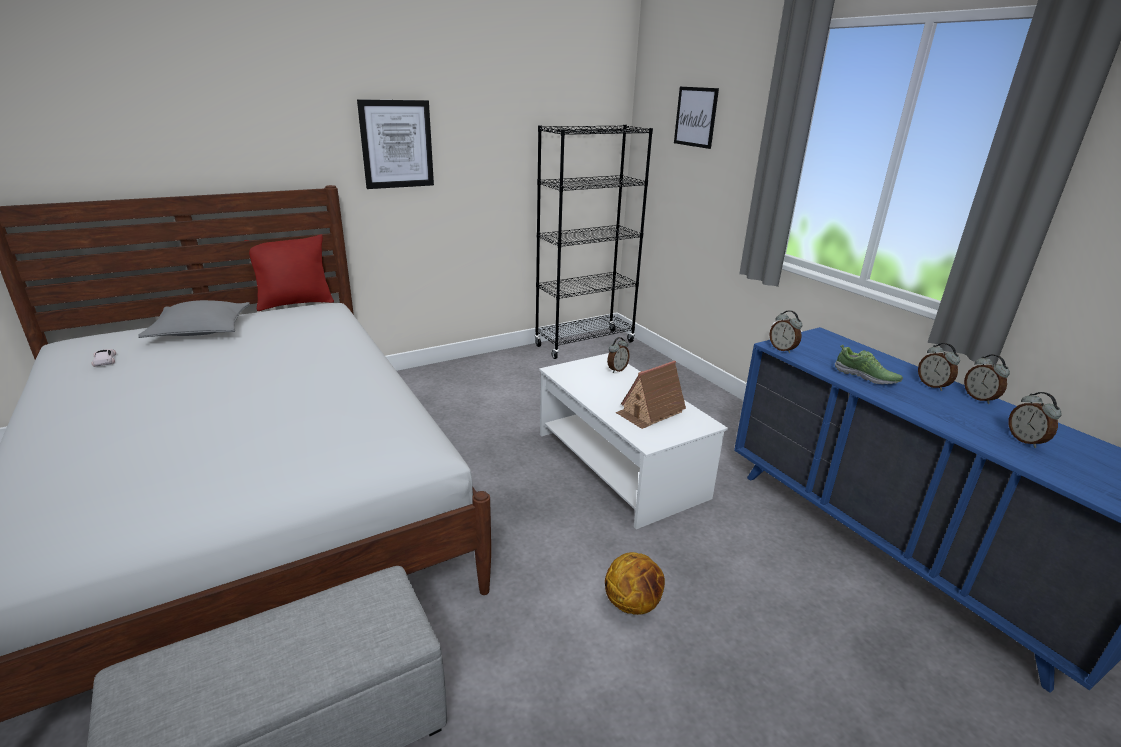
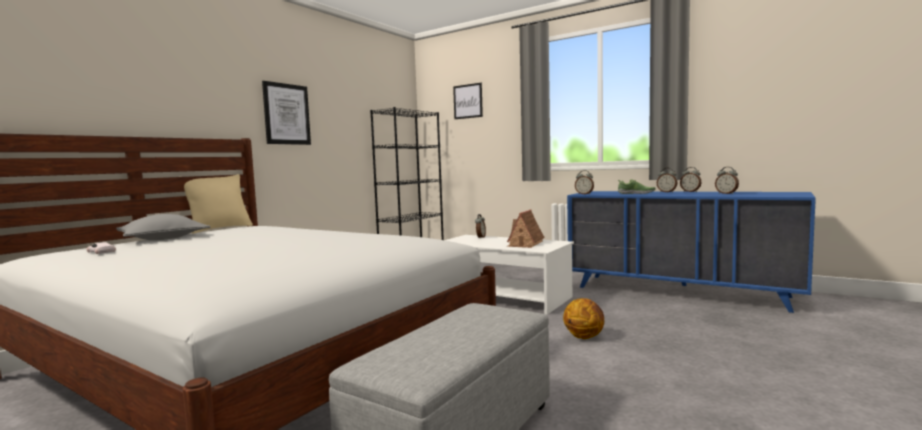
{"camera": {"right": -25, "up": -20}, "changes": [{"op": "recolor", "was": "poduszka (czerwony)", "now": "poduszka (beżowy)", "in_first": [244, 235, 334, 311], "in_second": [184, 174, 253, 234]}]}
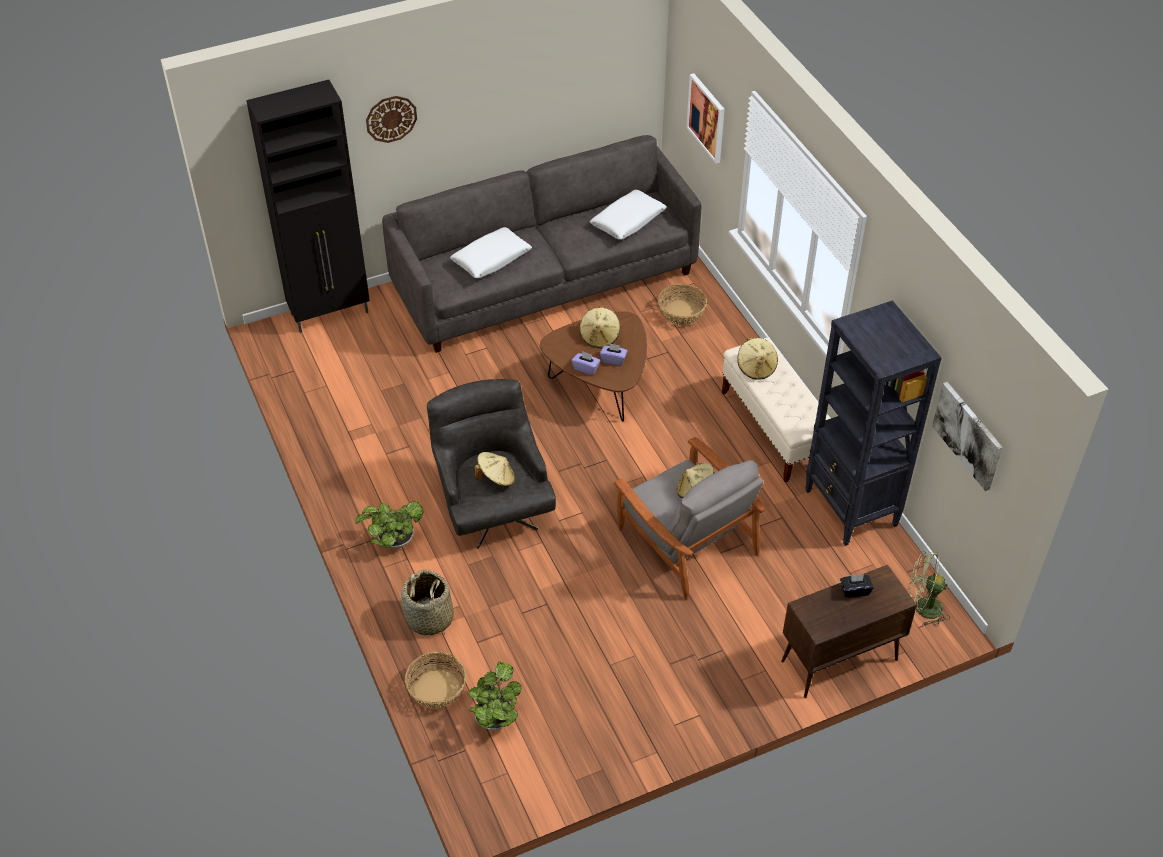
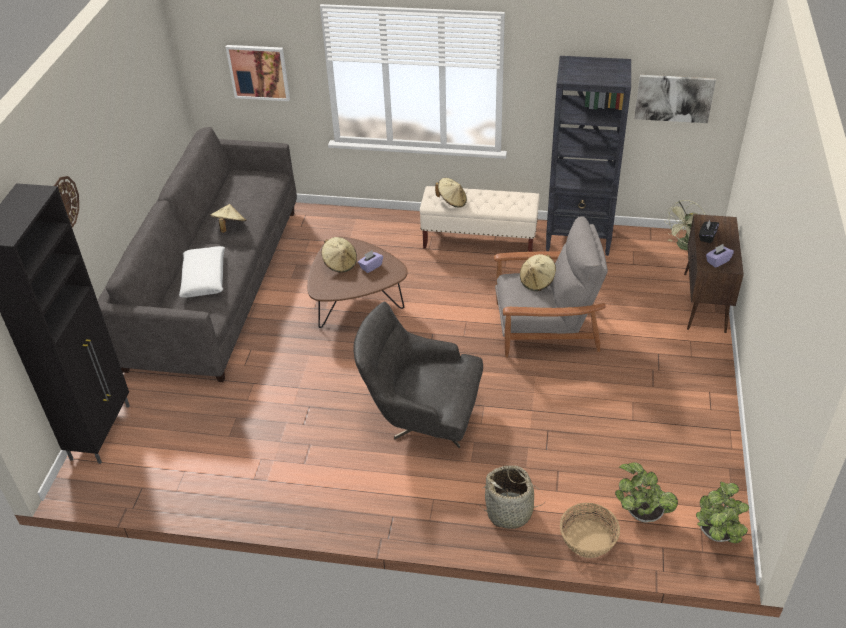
{"camera": {"right": -55, "up": -5}, "changes": [{"op": "move", "was": "kapelusz (beżowy)", "in_first": [474, 452, 515, 487], "in_second": [210, 204, 247, 233]}, {"op": "move", "was": "roślina doniczkowa", "in_first": [355, 502, 423, 549], "in_second": [696, 481, 749, 543]}, {"op": "move", "was": "pudełko chusteczek (fioletowy)", "in_first": [572, 351, 600, 375], "in_second": [706, 244, 734, 268]}, {"op": "delete", "was": "poduszka (biały)", "in_first": [590, 190, 667, 240]}, {"op": "delete", "was": "koszyk", "in_first": [658, 284, 707, 326]}]}
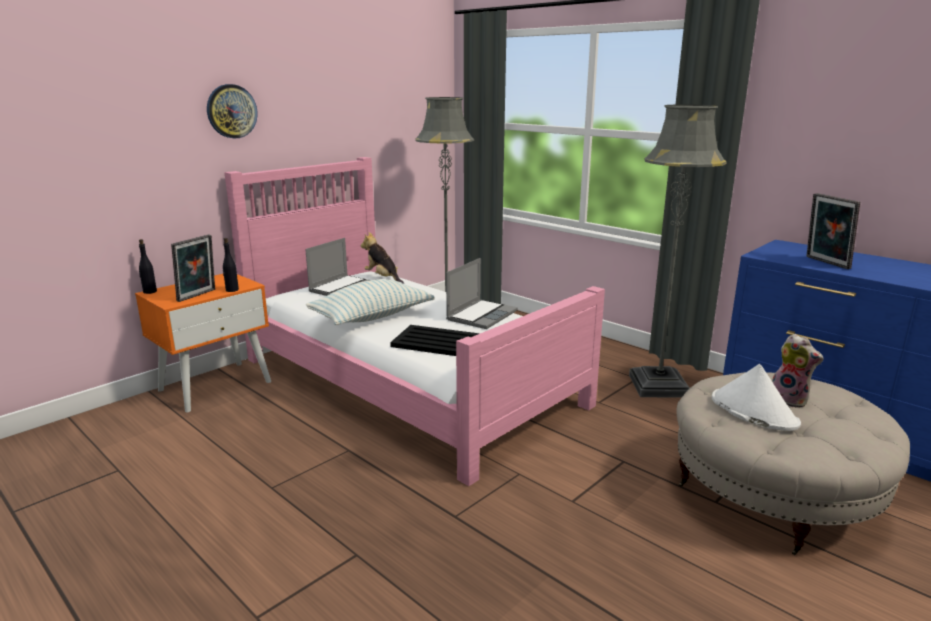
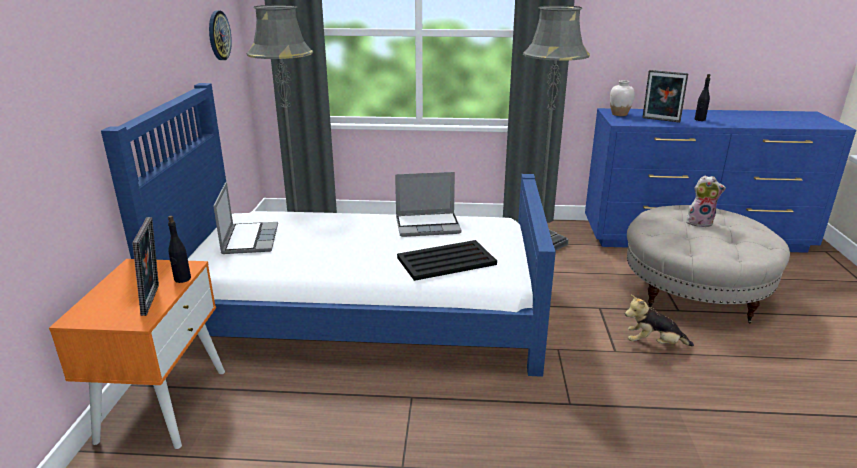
{"camera": {"right": -40, "up": 5}, "changes": [{"op": "recolor", "was": "łóżko (różowy)", "now": "łóżko (niebieski)", "in_first": [224, 157, 605, 486], "in_second": [101, 83, 556, 377]}, {"op": "move", "was": "zegar ścienny", "in_first": [207, 84, 257, 139], "in_second": [209, 10, 232, 60]}, {"op": "rotate", "was": "laptop", "in_first": [446, 258, 518, 329], "in_second": [395, 172, 462, 237], "clockwise": 90}, {"op": "insert", "now": "wazon (biały)", "in_second": [610, 80, 635, 116]}, {"op": "move", "was": "pluszak", "in_first": [361, 232, 404, 284], "in_second": [625, 294, 694, 346]}, {"op": "move", "was": "butelka (czarny)", "in_first": [139, 239, 157, 294], "in_second": [695, 74, 710, 121]}, {"op": "delete", "was": "poduszka", "in_first": [306, 279, 435, 325]}, {"op": "delete", "was": "kapelusz (biały)", "in_first": [712, 364, 801, 431]}]}
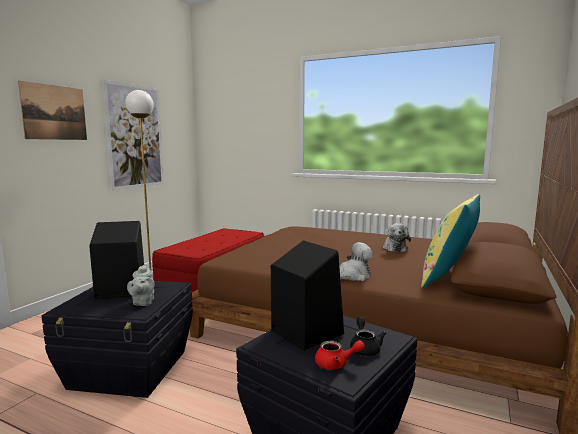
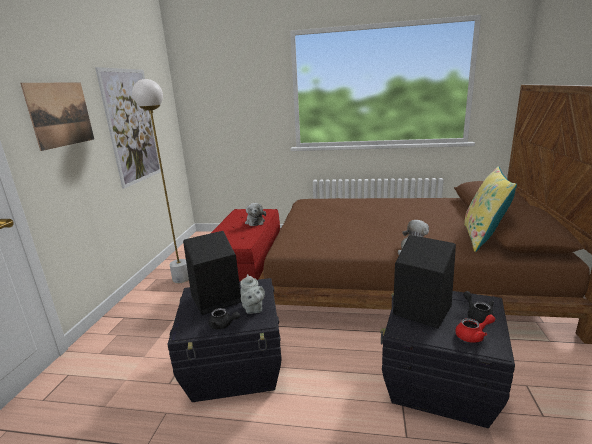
{"camera": {"right": -15, "up": 10}, "changes": [{"op": "insert", "now": "imbryk (czarny)", "in_second": [208, 308, 240, 329]}, {"op": "move", "was": "pluszak", "in_first": [383, 223, 411, 252], "in_second": [245, 203, 266, 226]}]}
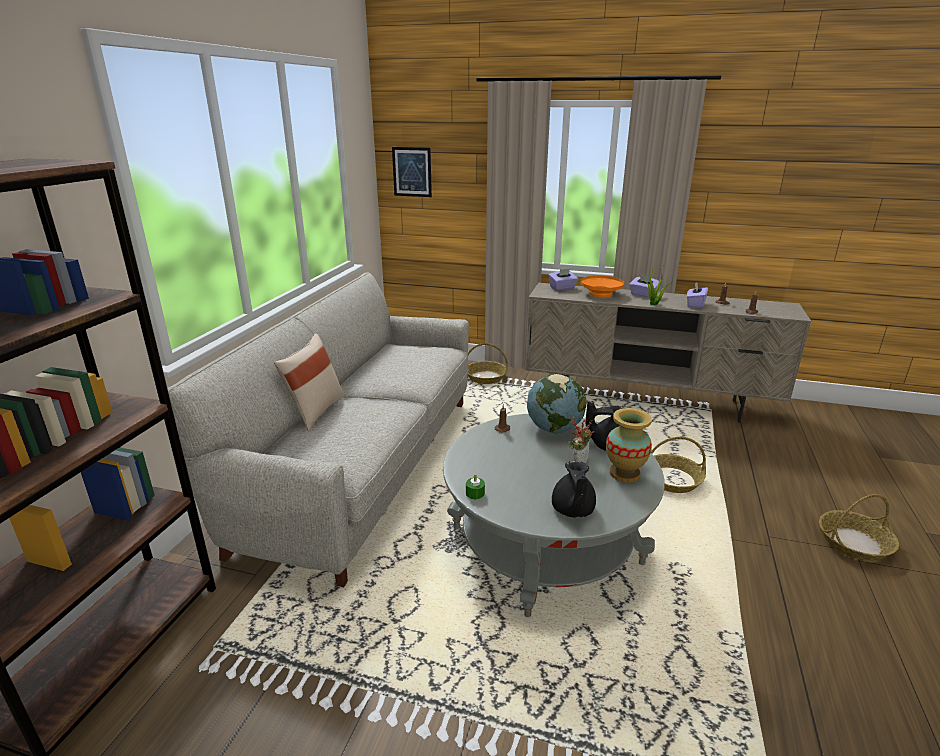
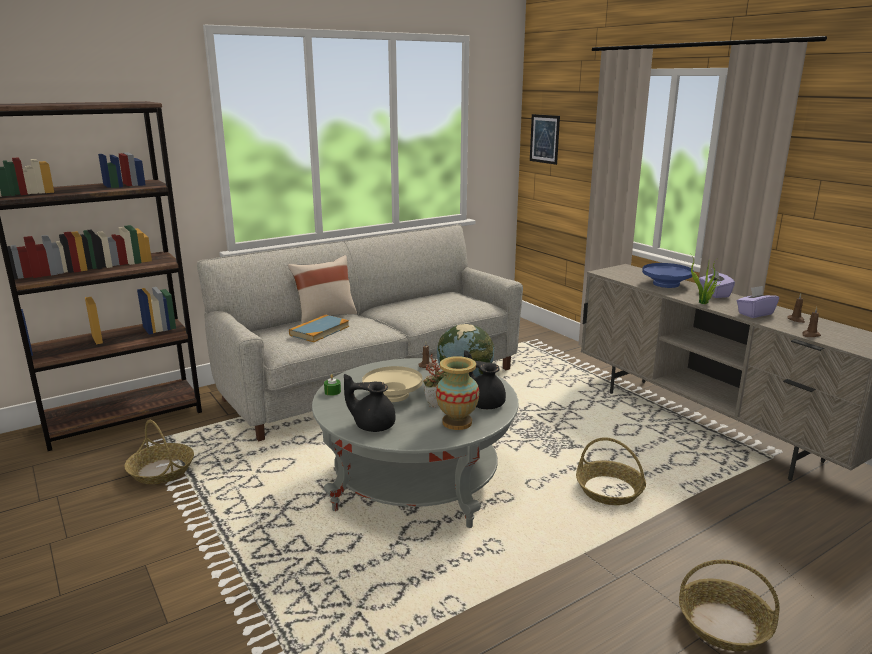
{"camera": {"right": 40, "up": -5}, "changes": [{"op": "move", "was": "koszyk", "in_first": [467, 343, 508, 384], "in_second": [124, 420, 194, 484]}, {"op": "insert", "now": "książka", "in_second": [289, 314, 349, 342]}, {"op": "rotate", "was": "imbryk (czarny)", "in_first": [552, 461, 596, 518], "in_second": [344, 374, 396, 432], "clockwise": 60}, {"op": "insert", "now": "miska (beżowy)", "in_second": [362, 366, 423, 402]}, {"op": "recolor", "was": "miska (pomarańczowy)", "now": "miska (niebieski)", "in_first": [581, 275, 624, 298], "in_second": [642, 263, 694, 288]}, {"op": "delete", "was": "pudełko chusteczek (fioletowy)", "in_first": [548, 269, 578, 290]}]}
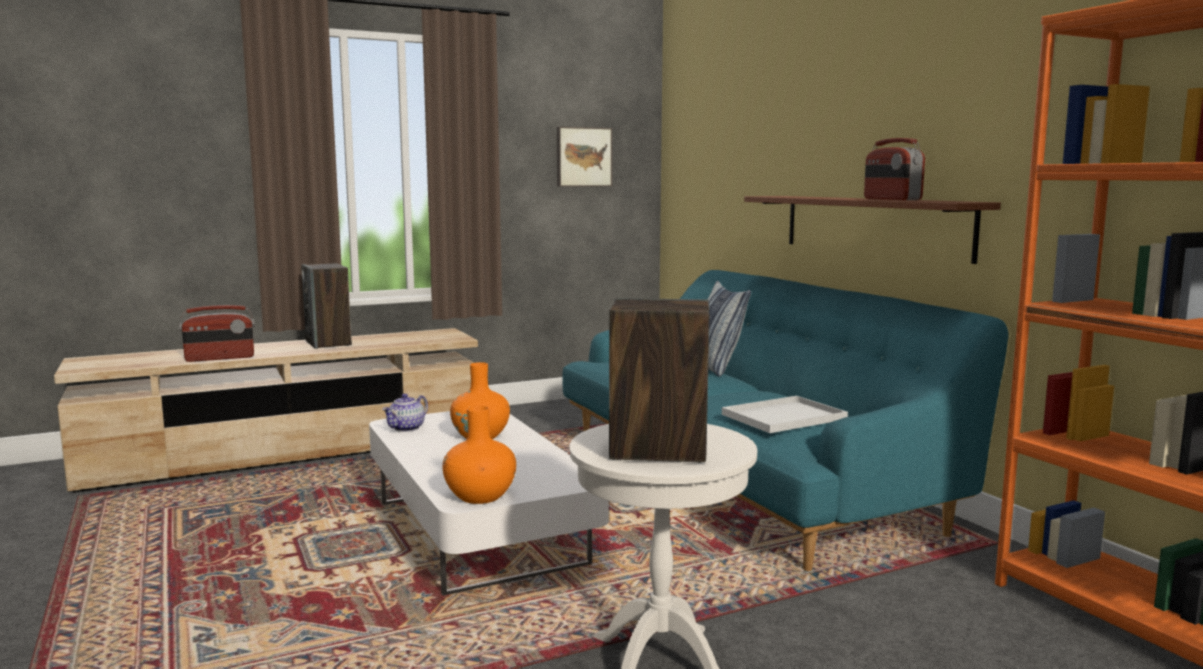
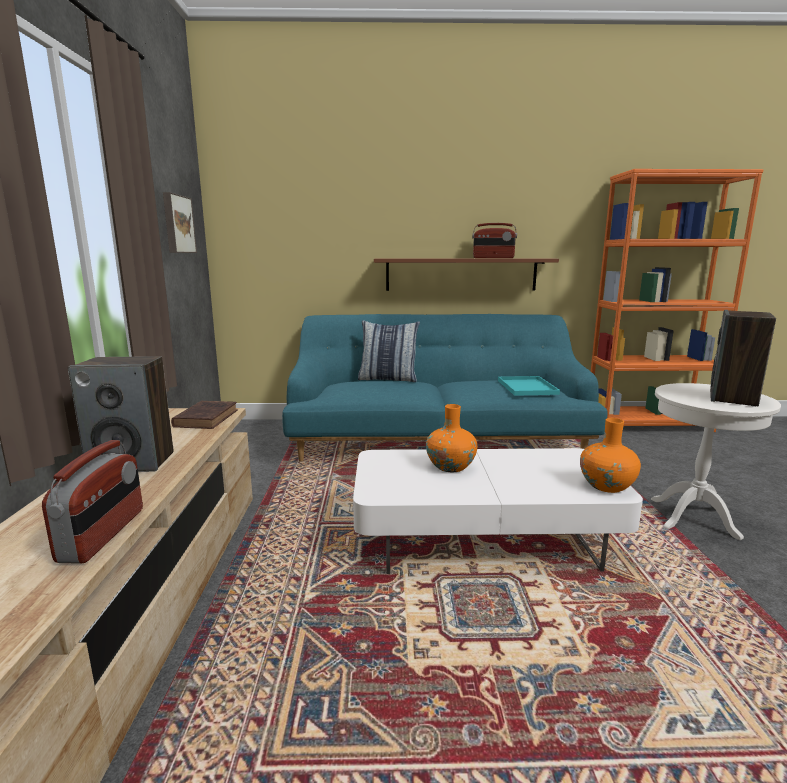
{"camera": {"right": -65, "up": 5}, "changes": [{"op": "insert", "now": "książka (brązowy)", "in_second": [171, 401, 238, 429]}, {"op": "recolor", "was": "taca (biały)", "now": "taca (turkusowy)", "in_first": [722, 396, 848, 433], "in_second": [498, 376, 560, 396]}, {"op": "delete", "was": "imbryk", "in_first": [382, 394, 428, 432]}]}
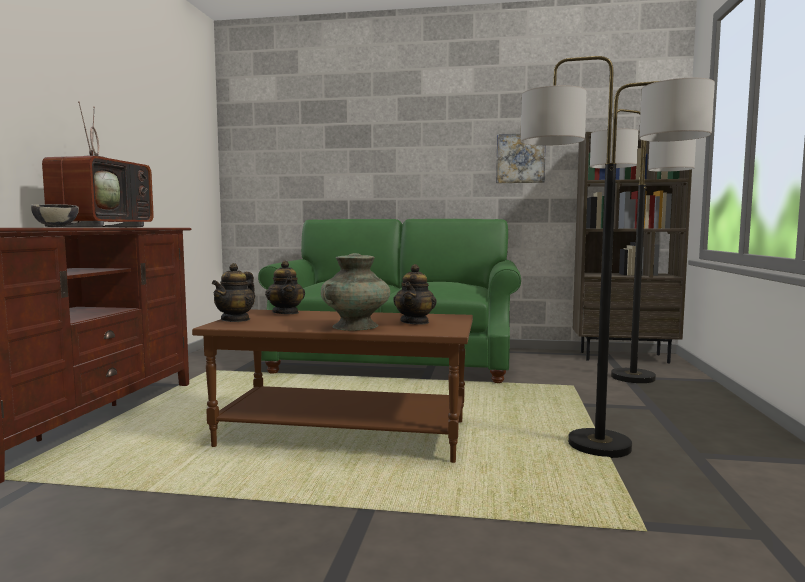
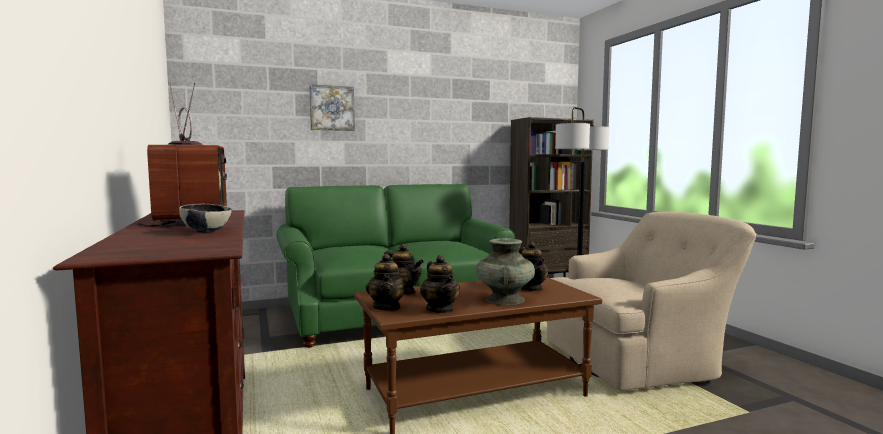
{"camera": {"right": -30, "up": 0}, "changes": [{"op": "move", "was": "obraz", "in_first": [496, 134, 546, 183], "in_second": [309, 84, 355, 131]}, {"op": "insert", "now": "imbryk", "in_second": [420, 255, 460, 313]}, {"op": "replace", "was": "lampa stojąca", "now": "fotel (beżowy)", "in_first": [521, 56, 715, 458], "in_second": [547, 211, 756, 391]}]}
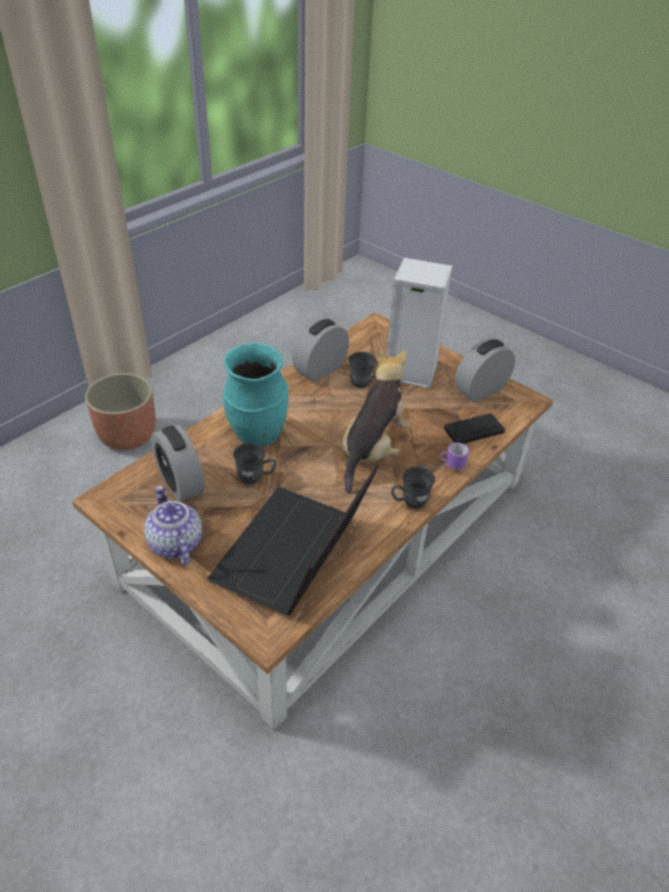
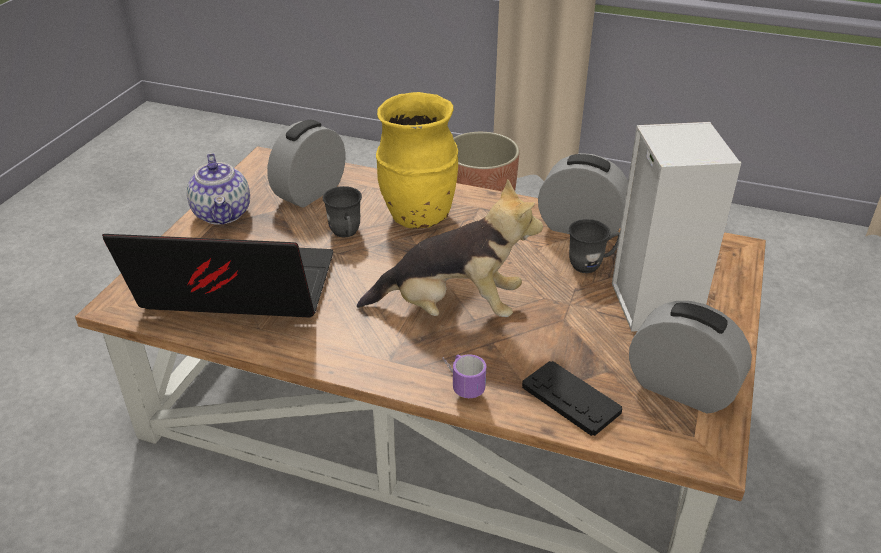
{"camera": {"right": 70, "up": -5}, "changes": [{"op": "rotate", "was": "imbryk", "in_first": [144, 485, 202, 565], "in_second": [187, 153, 250, 225], "clockwise": 120}, {"op": "recolor", "was": "wazon (turkusowy)", "now": "wazon (żółty)", "in_first": [223, 342, 288, 447], "in_second": [376, 92, 458, 228]}, {"op": "delete", "was": "kubek (szary)", "in_first": [391, 466, 435, 509]}]}
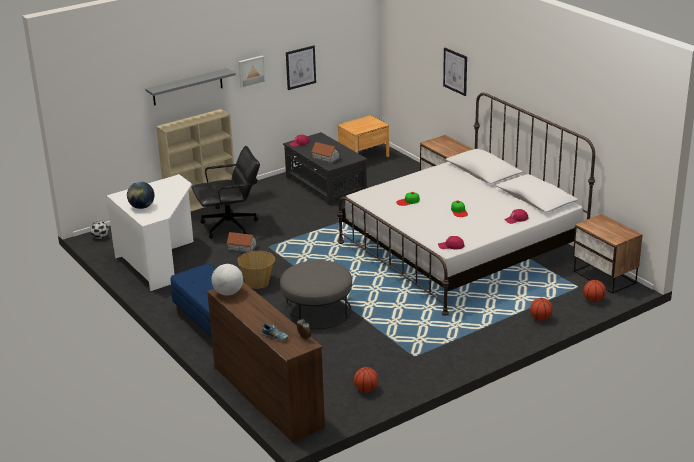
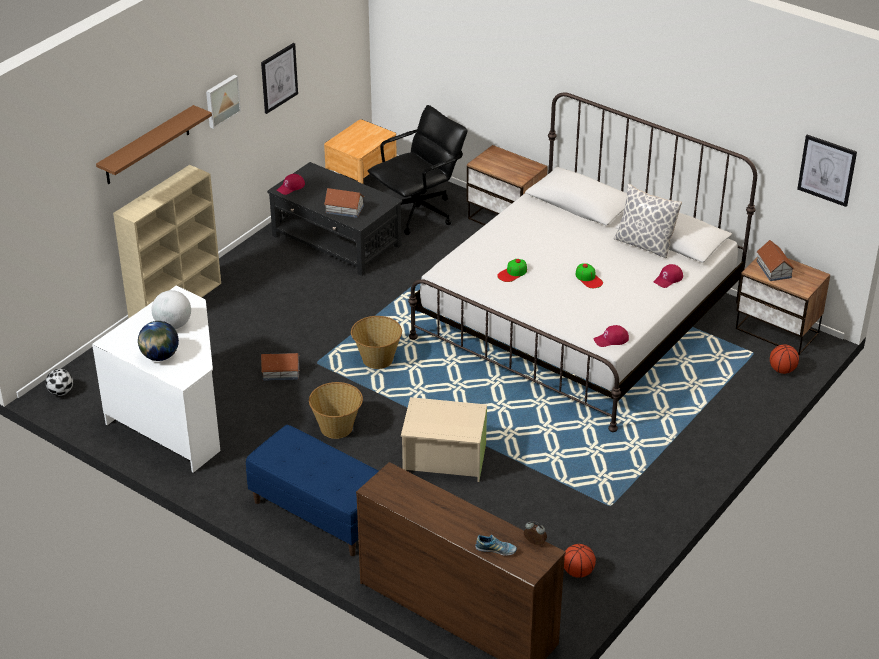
{"camera": {"right": -20, "up": 10}, "changes": [{"op": "recolor", "was": "półka (szary)", "now": "półka (brązowy)", "in_first": [145, 68, 236, 106], "in_second": [96, 105, 212, 184]}, {"op": "move", "was": "globus", "in_first": [212, 264, 243, 295], "in_second": [152, 290, 191, 329]}, {"op": "insert", "now": "koszyk", "in_second": [351, 316, 402, 369]}, {"op": "move", "was": "krzesło biurowe (czarny)", "in_first": [192, 146, 260, 239], "in_second": [368, 105, 467, 235]}, {"op": "replace", "was": "pufa (szary)", "now": "pojemnik do przechowywania (beżowy)", "in_first": [280, 260, 352, 329], "in_second": [401, 397, 487, 482]}, {"op": "insert", "now": "poduszka", "in_second": [614, 184, 682, 258]}, {"op": "insert", "now": "domek", "in_second": [756, 240, 794, 281]}, {"op": "move", "was": "obraz", "in_first": [443, 48, 467, 96], "in_second": [797, 135, 857, 207]}, {"op": "delete", "was": "piłka do koszykówki", "in_first": [530, 298, 553, 321]}]}
